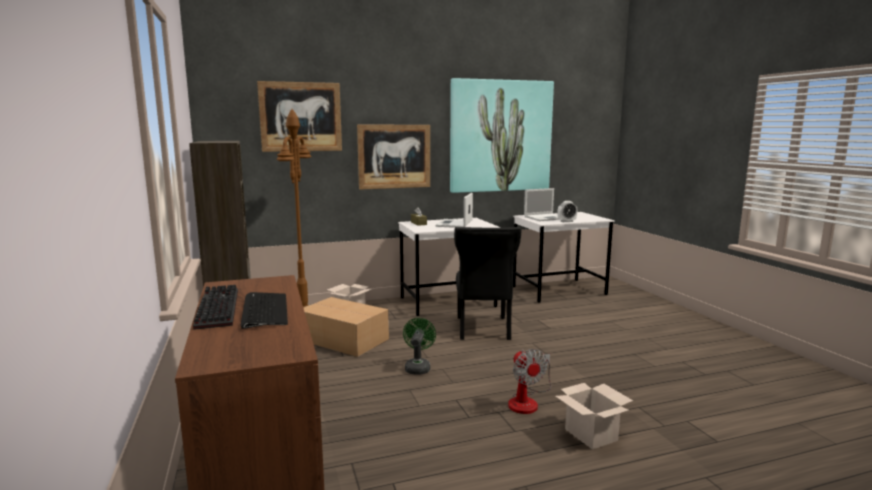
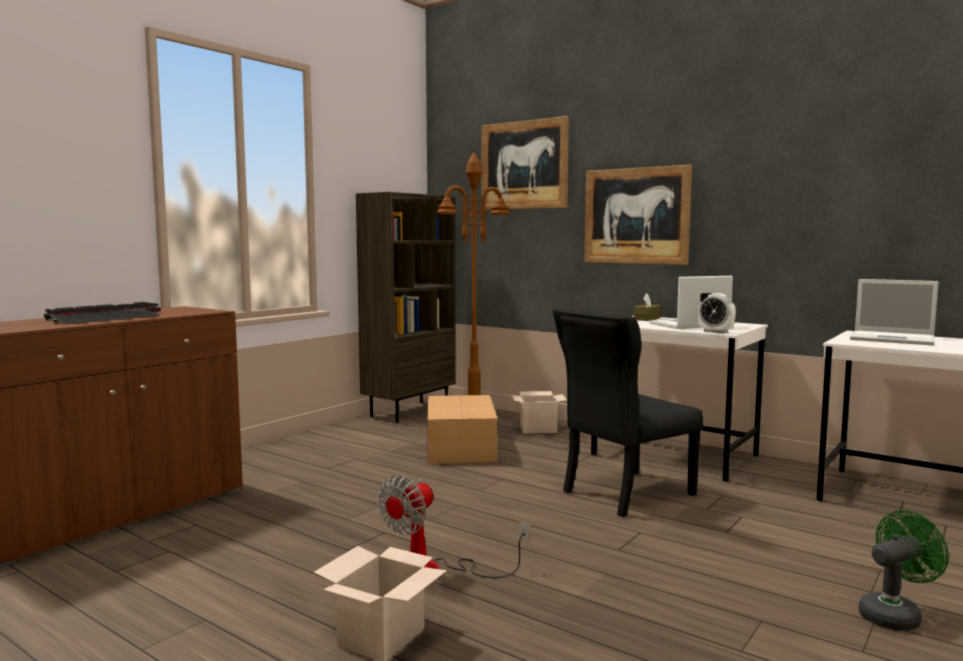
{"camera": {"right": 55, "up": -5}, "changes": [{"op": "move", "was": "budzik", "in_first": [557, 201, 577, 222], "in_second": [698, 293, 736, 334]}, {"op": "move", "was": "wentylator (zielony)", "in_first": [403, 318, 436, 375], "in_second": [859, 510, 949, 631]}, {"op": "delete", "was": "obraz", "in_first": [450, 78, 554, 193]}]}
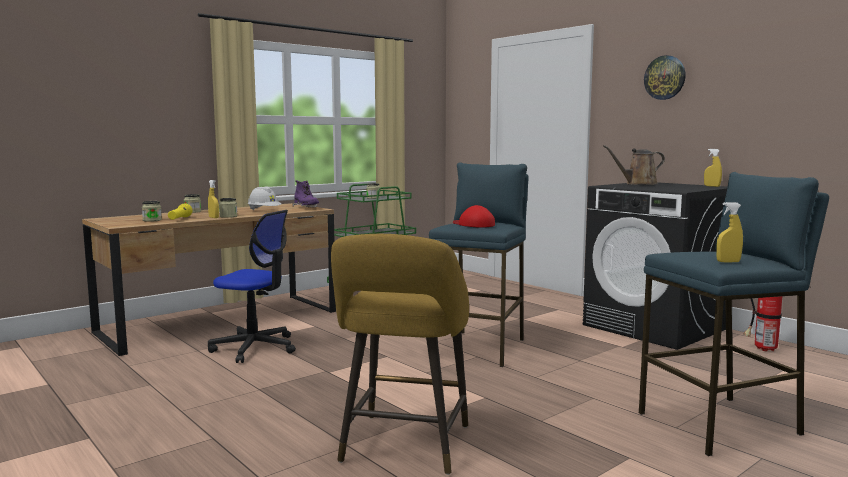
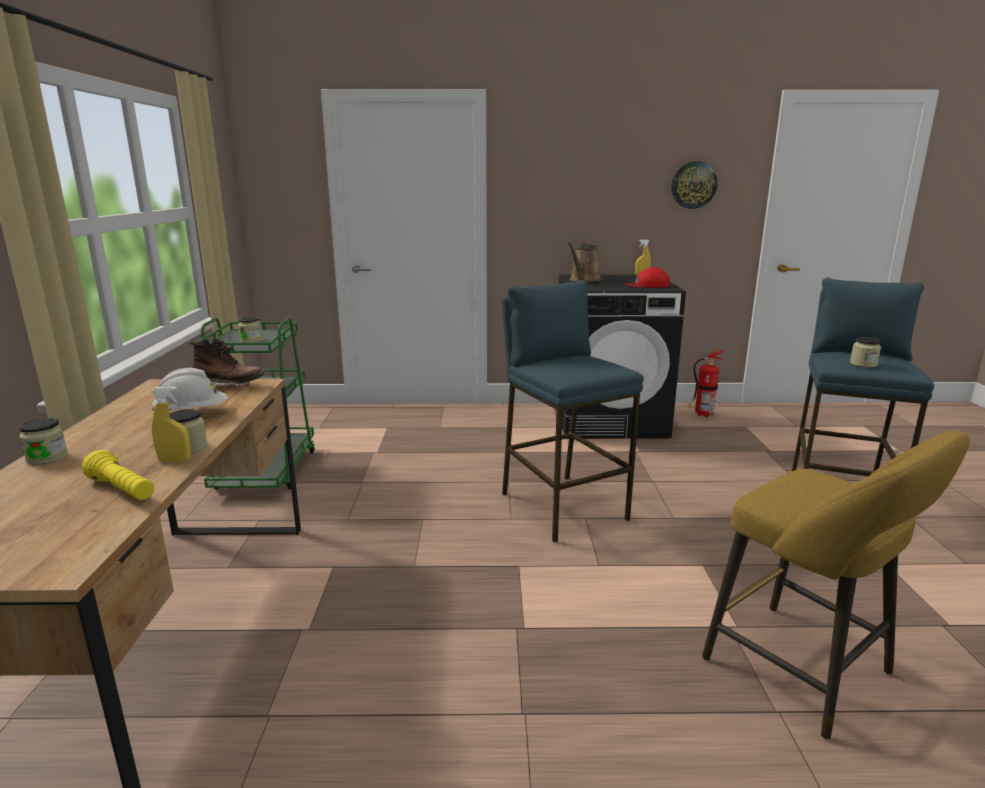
{"camera": {"right": -50, "up": 10}, "changes": [{"op": "recolor", "was": "but z cholewką (fioletowy)", "now": "but z cholewką (brązowy)", "in_first": [293, 180, 319, 208], "in_second": [190, 339, 265, 386]}, {"op": "move", "was": "czapka z daszkiem (czerwony)", "in_first": [453, 205, 495, 228], "in_second": [626, 267, 670, 288]}, {"op": "move", "was": "zegar ścienny", "in_first": [644, 55, 686, 100], "in_second": [671, 161, 717, 209]}, {"op": "move", "was": "słoik", "in_first": [142, 201, 162, 222], "in_second": [850, 337, 881, 368]}, {"op": "delete", "was": "krzesło biurowe", "in_first": [208, 210, 296, 363]}, {"op": "delete", "was": "spryskiwacz (żółty)", "in_first": [716, 202, 743, 263]}]}
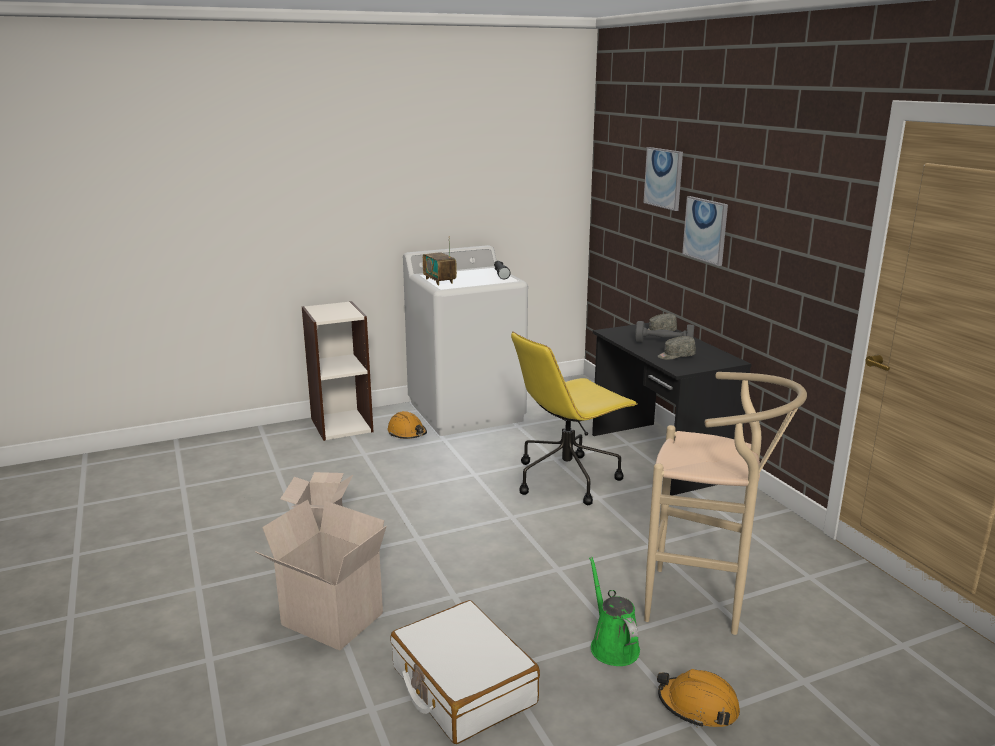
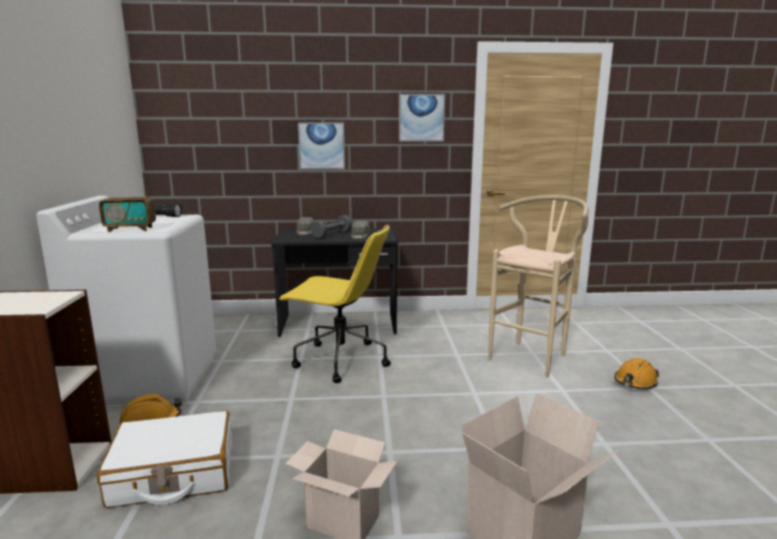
{"camera": {"right": -70, "up": -5}, "changes": [{"op": "move", "was": "walizka (biały)", "in_first": [390, 600, 540, 744], "in_second": [97, 410, 232, 508]}, {"op": "rotate", "was": "krzesło biurowe (żółty)", "in_first": [511, 331, 638, 505], "in_second": [279, 224, 391, 383], "clockwise": -60}, {"op": "move", "was": "obraz", "in_first": [643, 147, 683, 211], "in_second": [399, 94, 445, 142]}, {"op": "delete", "was": "konewka (zielony)", "in_first": [589, 557, 640, 666]}]}
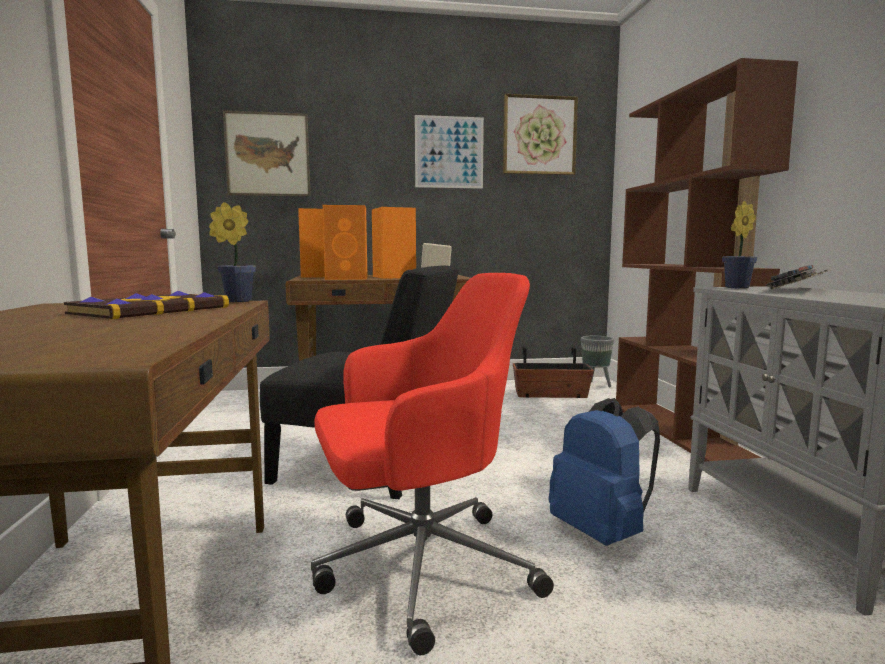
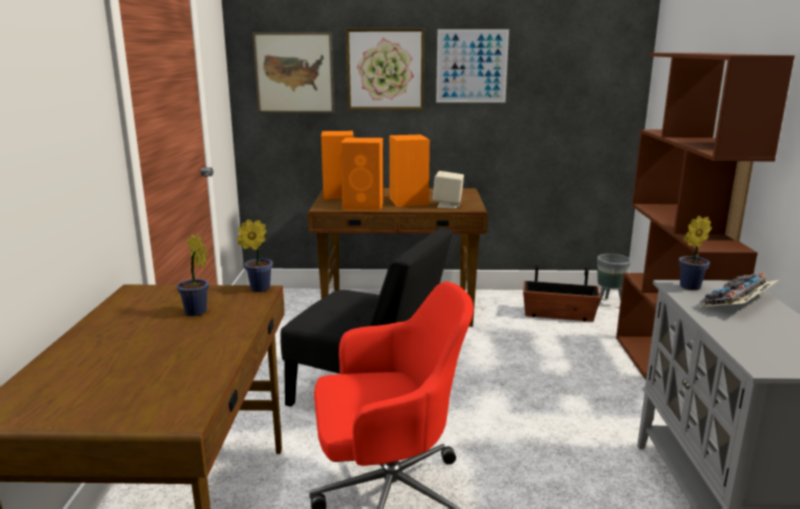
{"camera": {"right": 10, "up": 10}, "changes": [{"op": "replace", "was": "książka", "now": "roślina doniczkowa", "in_first": [64, 291, 229, 319], "in_second": [177, 234, 209, 316]}, {"op": "move", "was": "obraz", "in_first": [503, 94, 578, 175], "in_second": [346, 28, 425, 110]}, {"op": "delete", "was": "plecak (niebieski)", "in_first": [548, 398, 660, 546]}]}
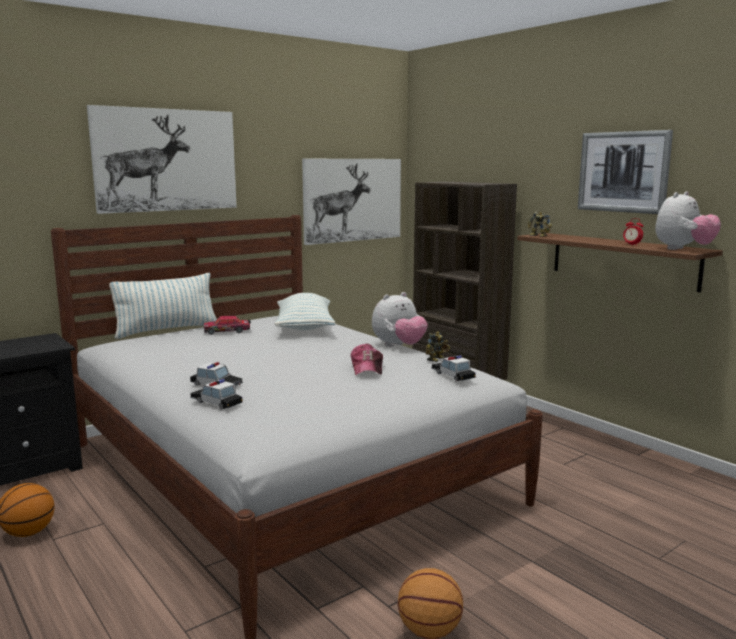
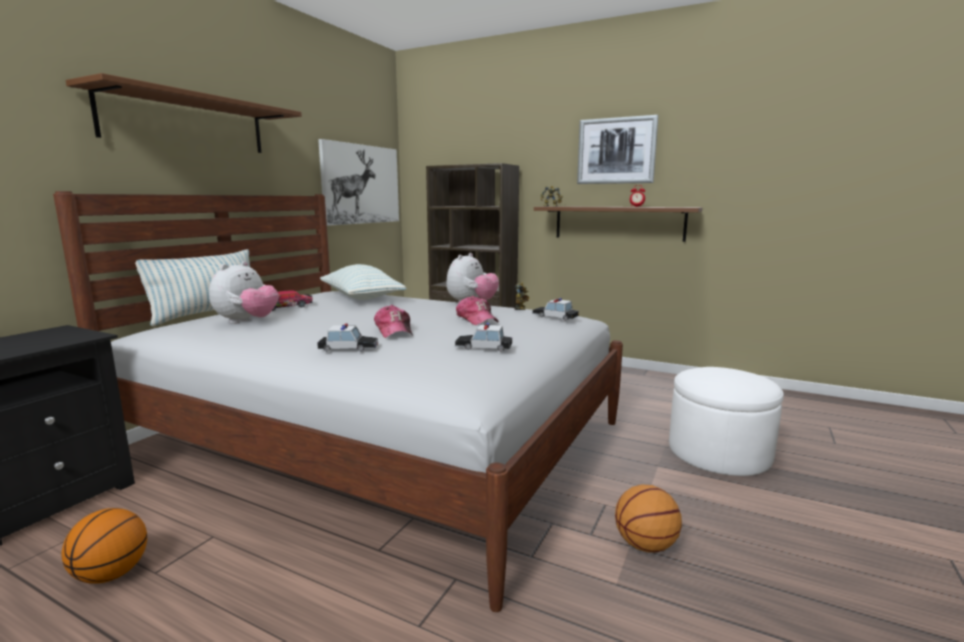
{"camera": {"right": -25, "up": 0}, "changes": [{"op": "replace", "was": "obraz", "now": "półka (brązowy)", "in_first": [87, 105, 237, 214], "in_second": [66, 73, 302, 153]}, {"op": "move", "was": "pluszak", "in_first": [655, 192, 721, 250], "in_second": [209, 261, 279, 324]}, {"op": "insert", "now": "czapka z daszkiem", "in_second": [374, 305, 413, 338]}, {"op": "move", "was": "samochodzik", "in_first": [190, 379, 243, 410], "in_second": [455, 323, 512, 352]}, {"op": "insert", "now": "pufa (biały)", "in_second": [669, 367, 784, 476]}]}
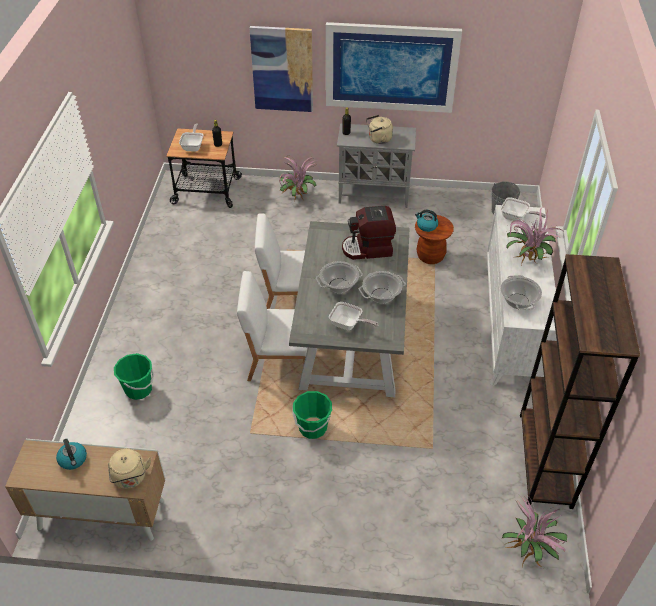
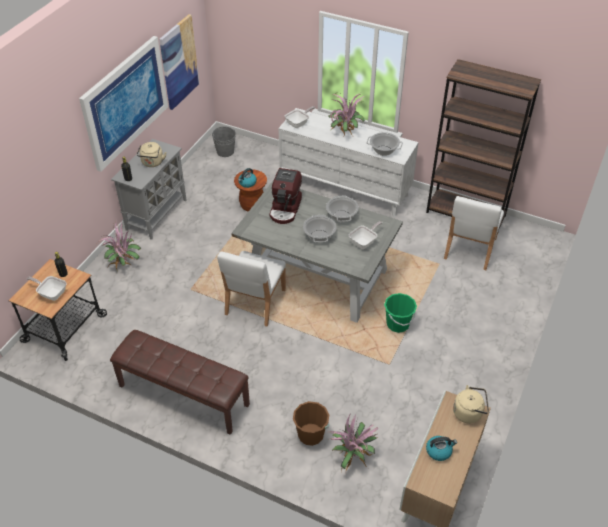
{"camera": {"right": -70, "up": 0}, "changes": [{"op": "insert", "now": "ławka (brązowy)", "in_second": [110, 330, 250, 435]}, {"op": "move", "was": "obraz", "in_first": [249, 26, 313, 112], "in_second": [159, 14, 199, 110]}, {"op": "recolor", "was": "wiadro (zielony)", "now": "wiadro (brązowy)", "in_first": [114, 353, 154, 400], "in_second": [293, 401, 330, 446]}, {"op": "move", "was": "roślina doniczkowa", "in_first": [502, 496, 567, 568], "in_second": [327, 412, 378, 470]}, {"op": "move", "was": "krzesło (biały)", "in_first": [237, 271, 307, 381], "in_second": [444, 196, 504, 270]}]}
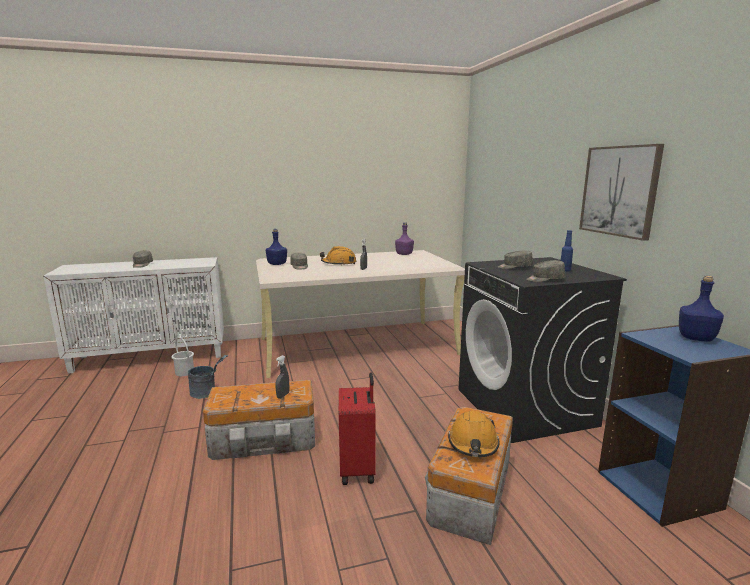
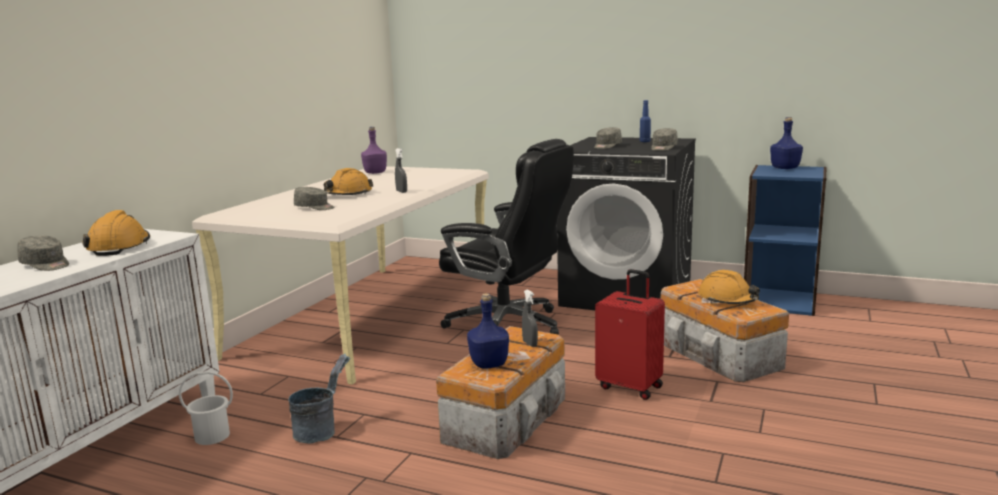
{"camera": {"right": -50, "up": 0}, "changes": [{"op": "insert", "now": "kask (pomarańczowy)", "in_second": [82, 210, 150, 256]}, {"op": "insert", "now": "krzesło biurowe (czarny)", "in_second": [439, 139, 574, 335]}, {"op": "move", "was": "butelka (niebieski)", "in_first": [266, 229, 287, 265], "in_second": [467, 293, 509, 369]}, {"op": "delete", "was": "obraz", "in_first": [579, 144, 664, 241]}]}
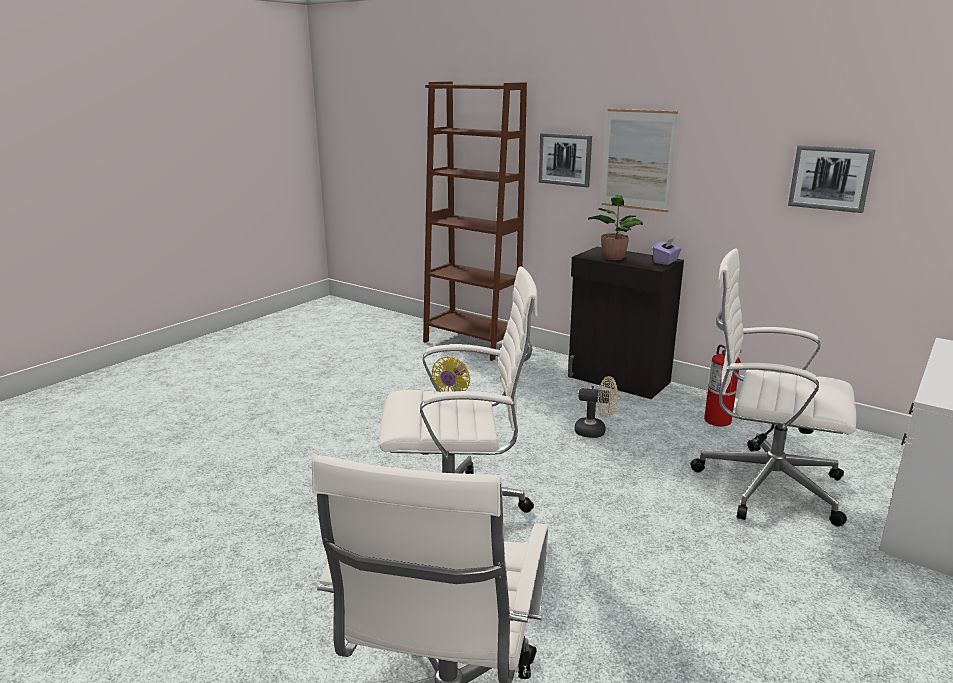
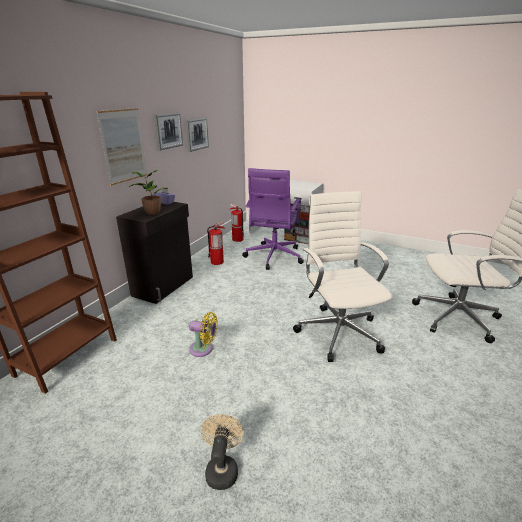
{"camera": {"right": -100, "up": 5}, "changes": [{"op": "move", "was": "obraz", "in_first": [539, 133, 592, 187], "in_second": [154, 113, 183, 151]}, {"op": "move", "was": "wentylator (beżowy)", "in_first": [575, 376, 618, 438], "in_second": [201, 414, 244, 490]}, {"op": "insert", "now": "gaśnica", "in_second": [230, 203, 244, 242]}, {"op": "recolor", "was": "krzesło biurowe (biały)", "now": "krzesło biurowe (fioletowy)", "in_first": [691, 249, 856, 527], "in_second": [242, 168, 304, 270]}]}
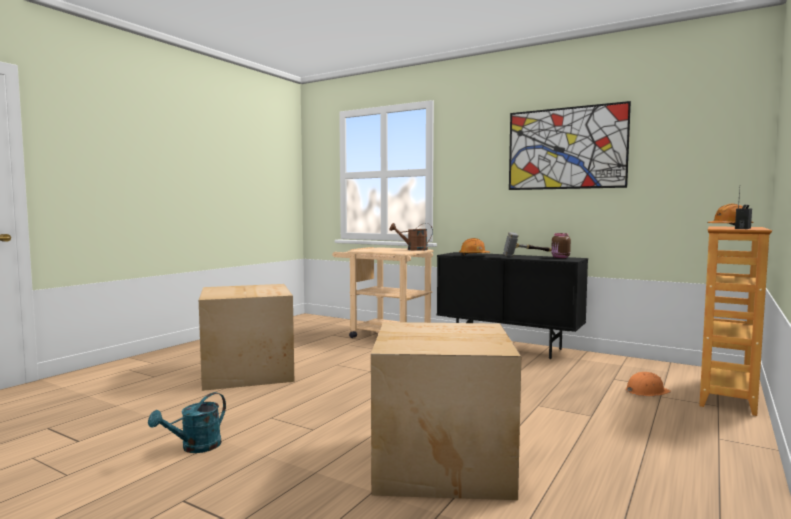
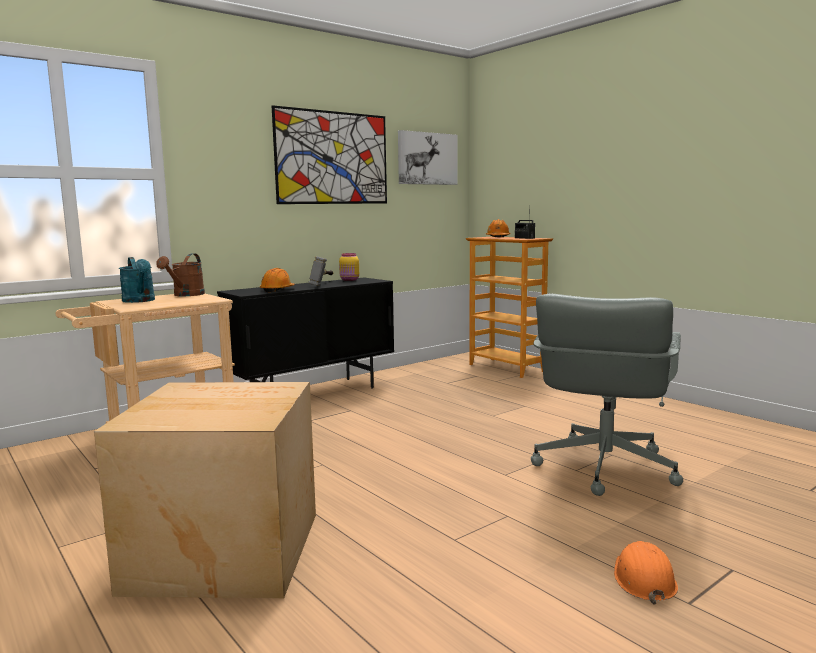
{"camera": {"right": -70, "up": 5}, "changes": [{"op": "move", "was": "konewka (turkusowy)", "in_first": [148, 392, 226, 453], "in_second": [119, 257, 155, 303]}, {"op": "recolor", "was": "słoik (brązowy)", "now": "słoik (żółty)", "in_first": [551, 233, 571, 258], "in_second": [339, 253, 359, 281]}, {"op": "insert", "now": "obraz", "in_second": [398, 130, 457, 185]}, {"op": "replace", "was": "karton", "now": "krzesło biurowe (szary)", "in_first": [371, 322, 521, 500], "in_second": [531, 294, 683, 496]}, {"op": "move", "was": "kask (pomarańczowy)", "in_first": [625, 372, 671, 396], "in_second": [614, 541, 678, 605]}]}
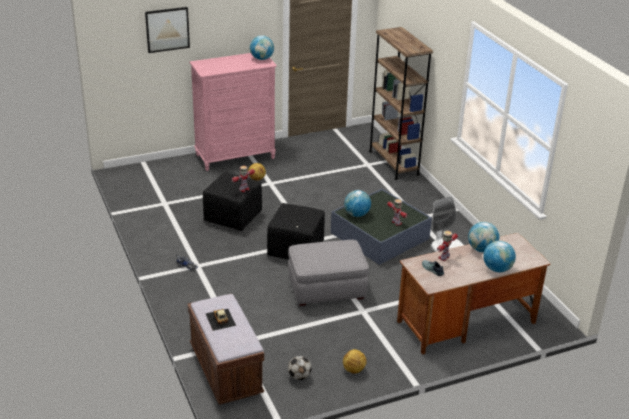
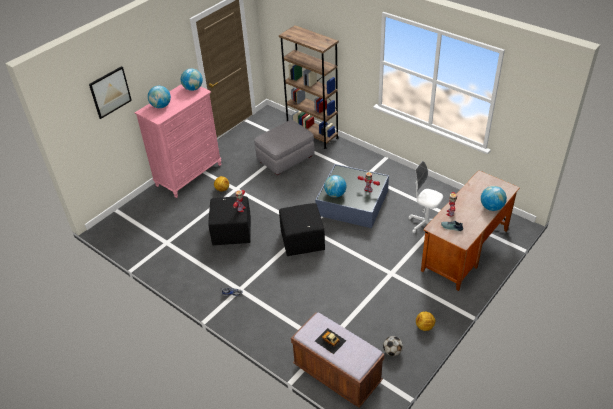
{"camera": {"right": -25, "up": 10}, "changes": [{"op": "move", "was": "globus", "in_first": [468, 222, 499, 253], "in_second": [148, 86, 171, 108]}, {"op": "move", "was": "pufa (szary)", "in_first": [288, 240, 369, 306], "in_second": [254, 120, 314, 175]}]}
